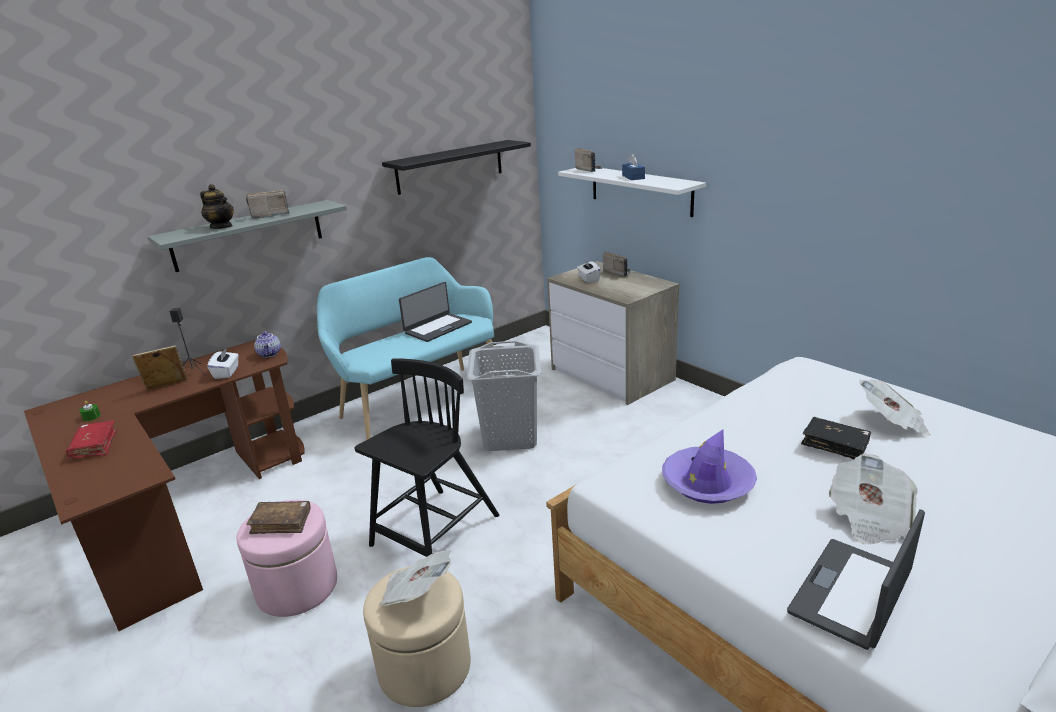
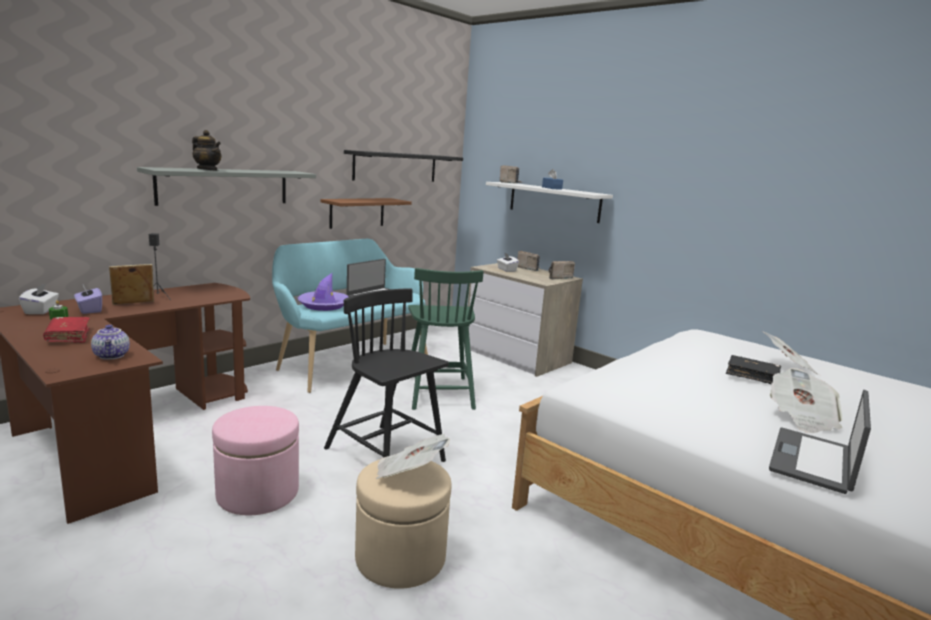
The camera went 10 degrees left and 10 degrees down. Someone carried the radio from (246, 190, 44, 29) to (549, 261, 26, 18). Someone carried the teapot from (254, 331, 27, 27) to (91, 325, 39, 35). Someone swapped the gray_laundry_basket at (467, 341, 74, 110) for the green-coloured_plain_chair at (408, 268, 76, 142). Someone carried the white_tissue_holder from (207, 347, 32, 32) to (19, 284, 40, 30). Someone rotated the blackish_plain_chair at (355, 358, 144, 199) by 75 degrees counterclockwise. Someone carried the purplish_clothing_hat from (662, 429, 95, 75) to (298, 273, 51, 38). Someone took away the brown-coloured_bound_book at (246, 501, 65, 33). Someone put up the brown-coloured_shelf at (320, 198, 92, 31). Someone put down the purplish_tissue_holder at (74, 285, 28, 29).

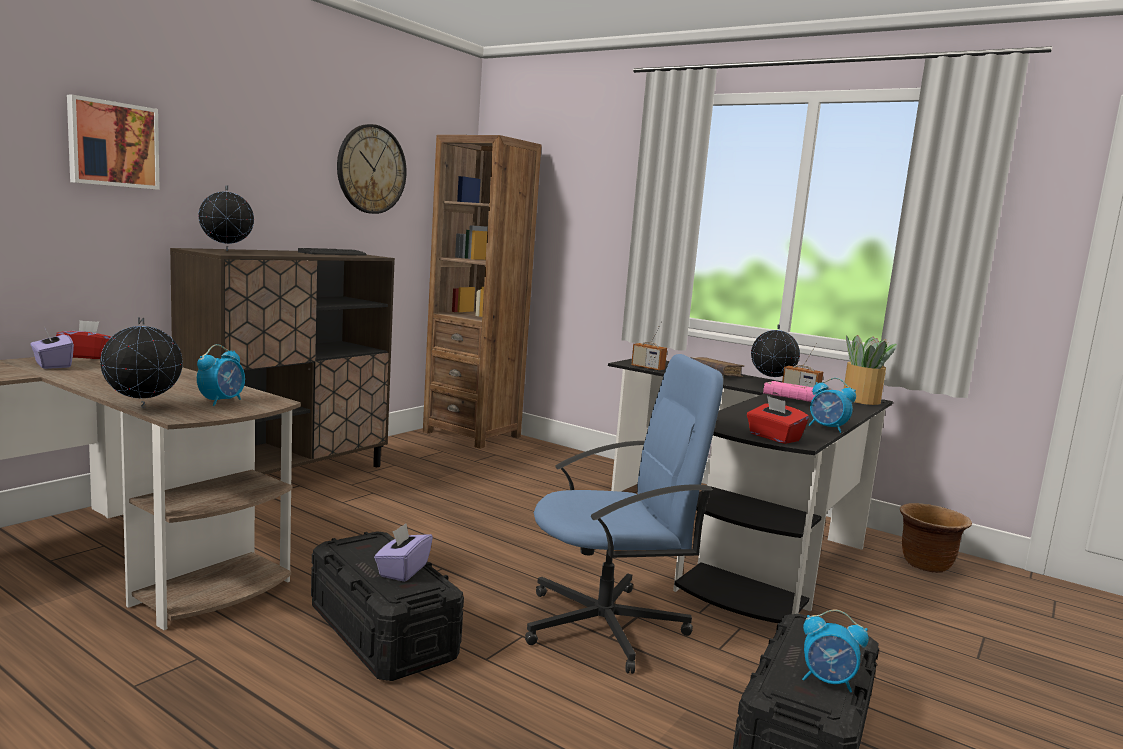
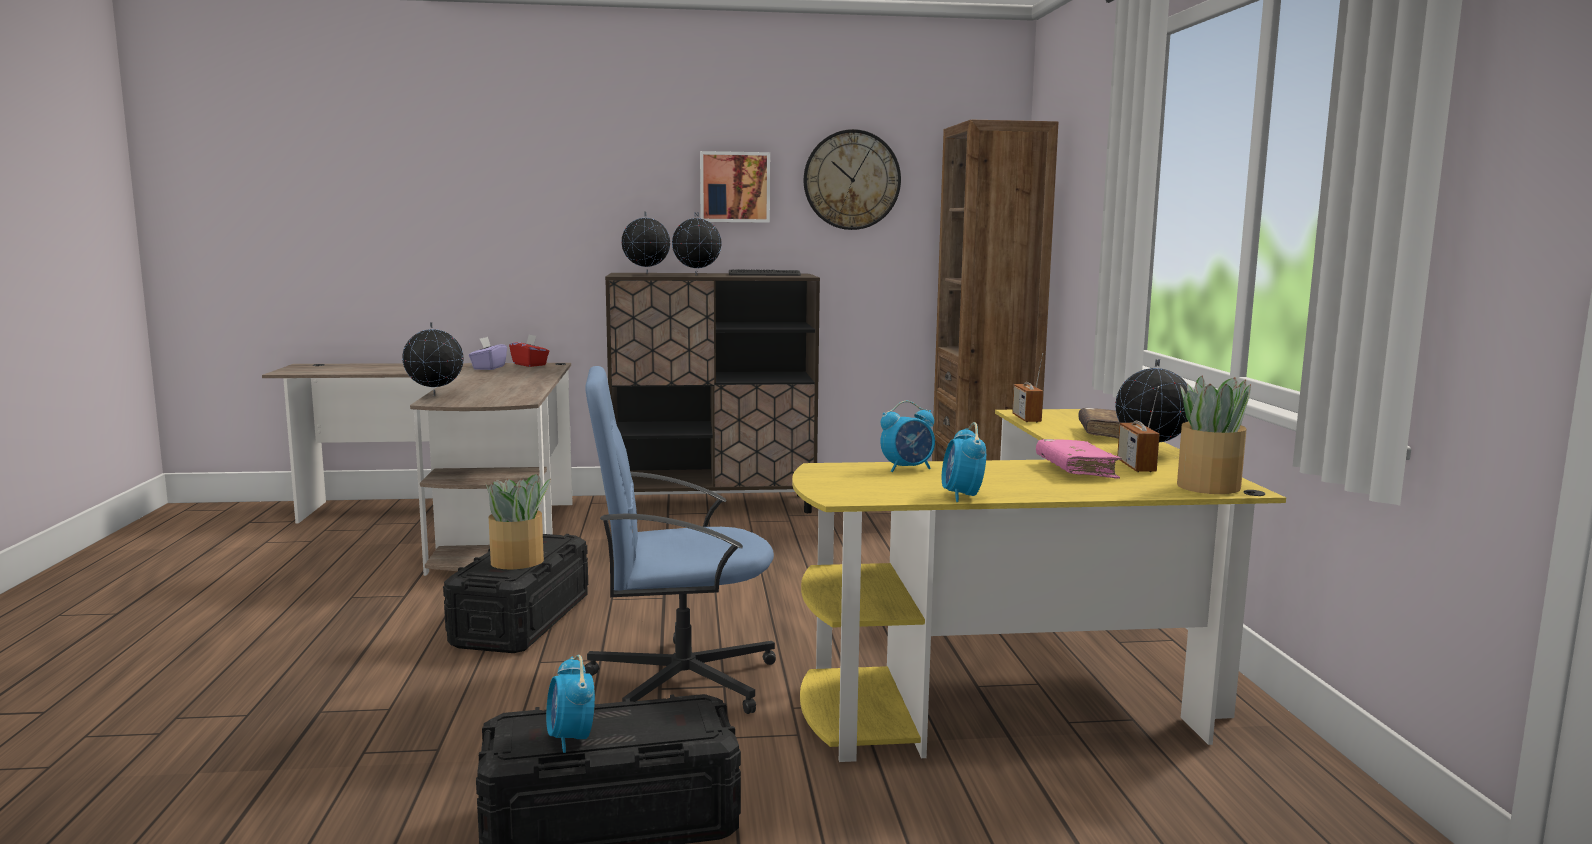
The camera went 50 degrees right and 0 degrees up. Someone carried the picture from (67, 94, 93, 96) to (700, 151, 70, 72). Someone carried the alarm_clock from (197, 344, 48, 62) to (880, 401, 55, 71). Someone rotated the blue_desk_chair at (525, 354, 198, 320) by 135 degrees clockwise. Someone repainted the blackish_desk_table at (608, 359, 285, 264), which became the yellow_desk_table at (792, 409, 494, 353). Someone took away the red_tissue_holder at (747, 396, 62, 48). Someone took away the brown-coloured_plant_pot at (900, 503, 72, 70). Someone swapped the purplish_tissue_holder at (374, 523, 59, 59) for the houseplant at (485, 474, 66, 95). Someone put down the world_globe at (672, 212, 50, 64).

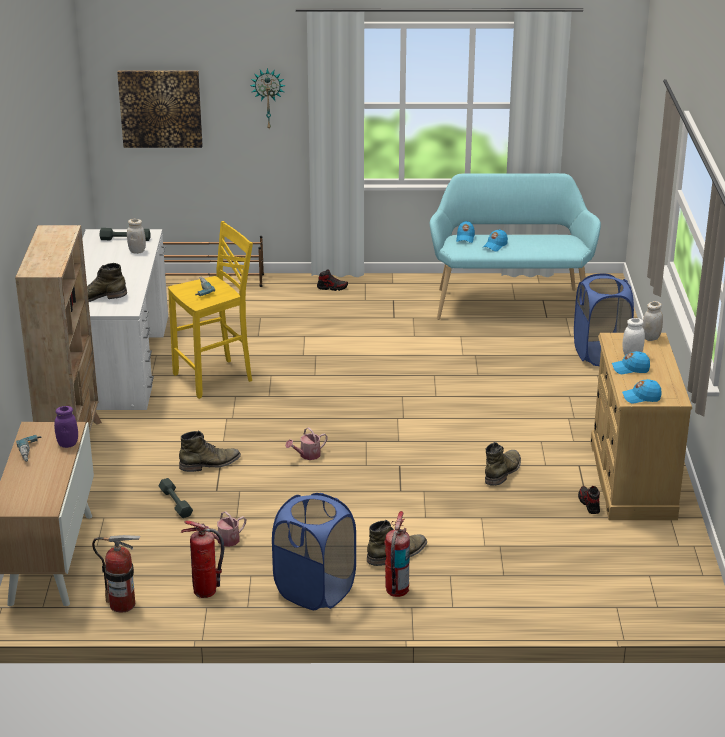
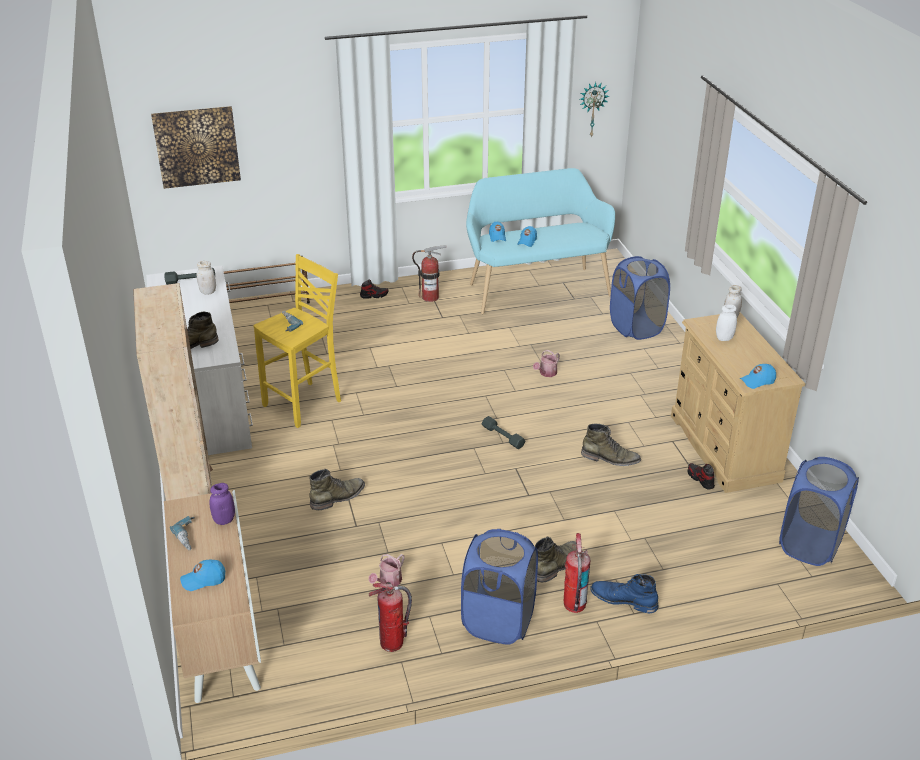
The camera went 15 degrees left and 5 degrees up. Someone carried the clock_on_the_wall from (250, 68, 36, 60) to (580, 82, 29, 56). Someone carried the blue_peaked_cap from (612, 351, 38, 23) to (180, 559, 45, 32). Someone carried the watering_can from (285, 427, 43, 33) to (533, 350, 27, 27). Someone rotated the green-coloured_tall_boot at (485, 442, 36, 44) by 90 degrees clockwise. Someone carried the gray_hand_weight from (158, 478, 35, 40) to (482, 416, 43, 33). Someone carried the fire_extinguisher from (92, 535, 49, 77) to (412, 245, 35, 57). Someone put down the blue_laundry_basket at (779, 457, 80, 109). Someone put down the blue_tall_boot at (590, 574, 69, 39).

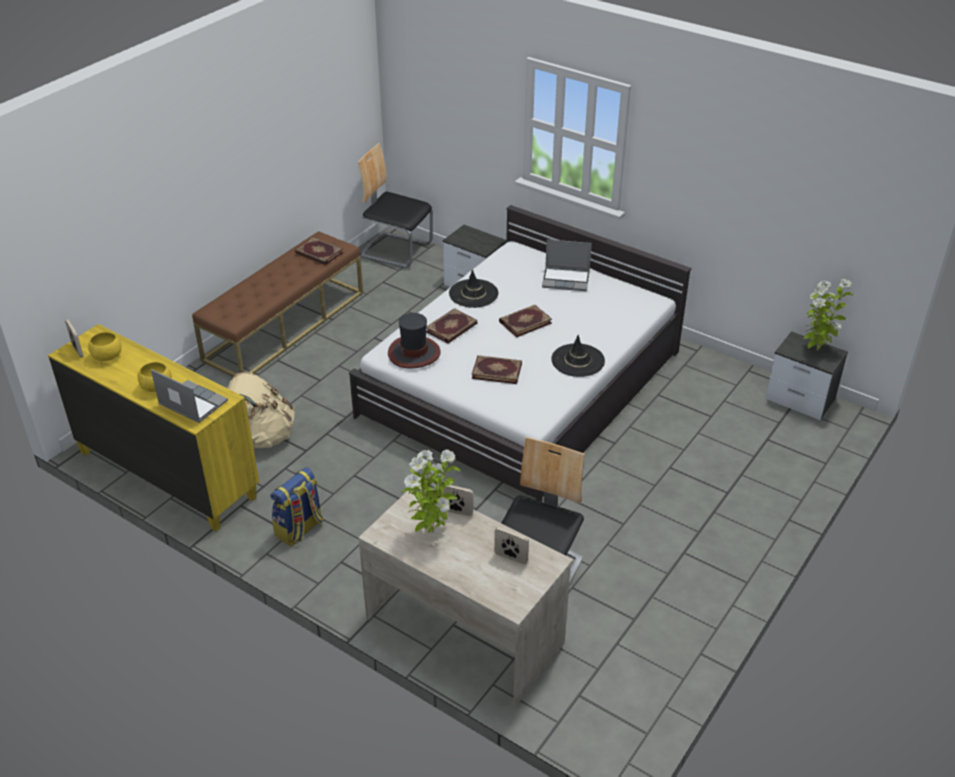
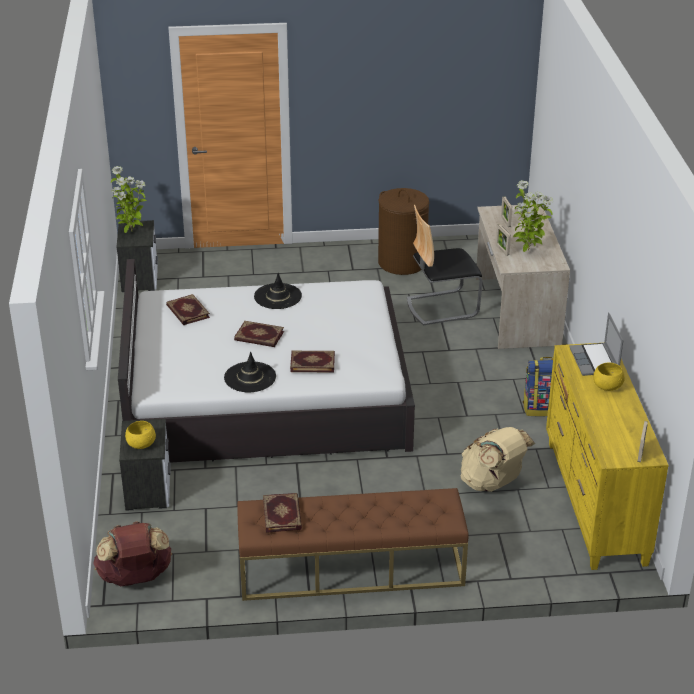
The camera went 130 degrees left and 5 degrees down. Someone swapped the plain_chair at (358, 143, 75, 125) for the brown-coloured_knapsack at (93, 521, 79, 65). Someone took away the notebook_computer at (542, 239, 50, 52). Someone took away the clothing_hat at (388, 313, 53, 56). Someone carried the yellow_bowl from (88, 332, 34, 29) to (125, 421, 31, 28). Someone carried the bound_book from (472, 355, 50, 29) to (166, 294, 44, 31). Someone put down the brown-coloured_laundry_basket at (378, 188, 51, 87).

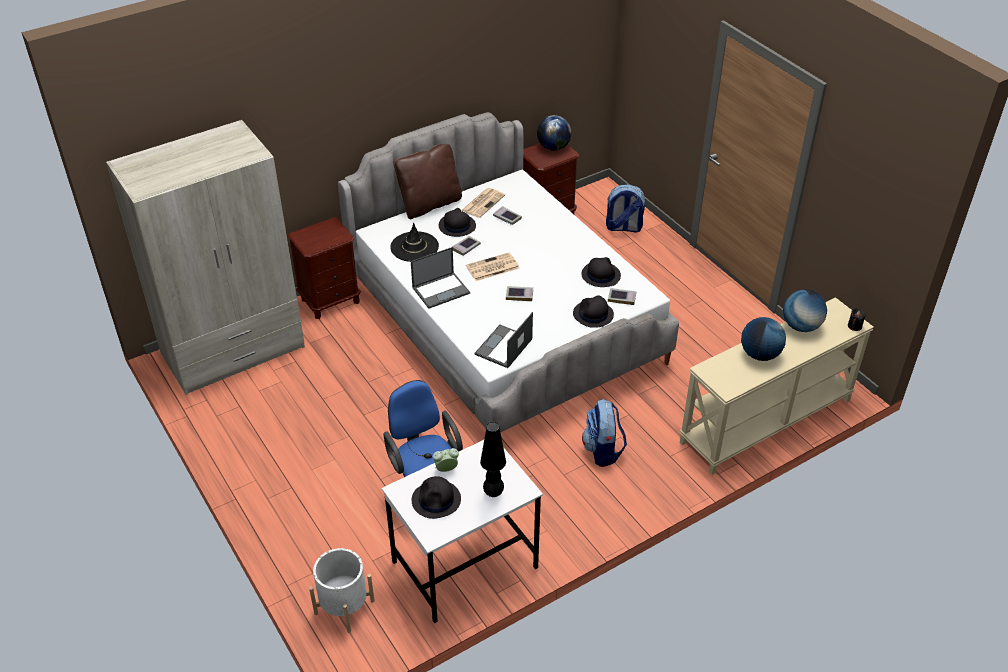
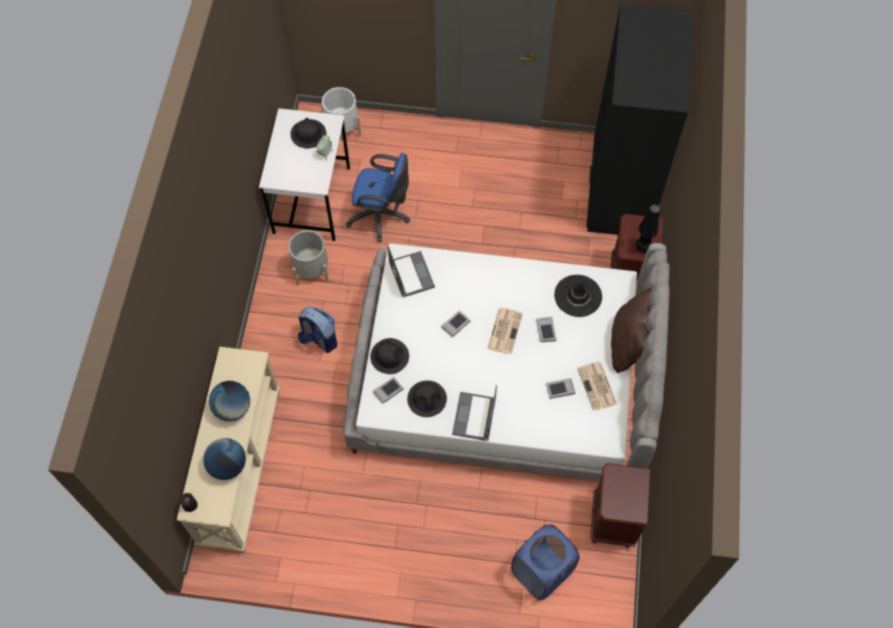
The camera went 130 degrees right and 20 degrees up. Someone took away the world_globe at (537, 115, 35, 36). Someone repainted the sand-coloured_wardrobe at (106, 120, 199, 275), which became the blackish_wardrobe at (586, 4, 106, 231). Someone swapped the knapsack at (606, 184, 39, 49) for the blue_laundry_basket at (511, 525, 69, 75). Someone took away the blackish_clothing_hat at (439, 208, 37, 29). Someone carried the notebook_computer from (411, 247, 59, 62) to (452, 385, 45, 56). Someone carried the blackish_tabletop_lamp from (480, 422, 26, 75) to (636, 205, 24, 47). Someone put down the gray_plant_pot at (288, 230, 41, 56).

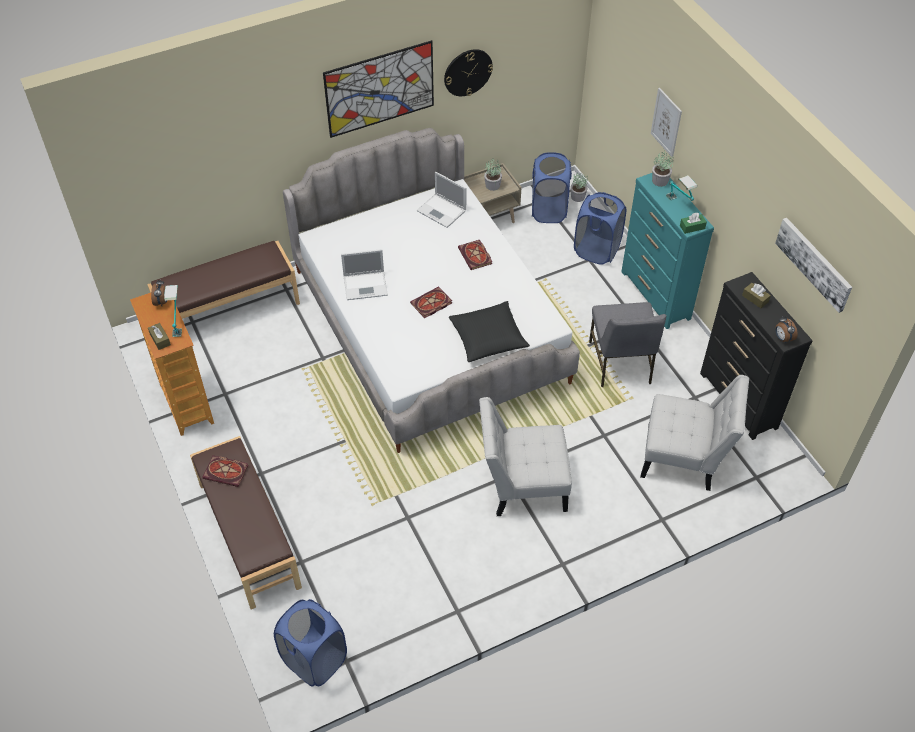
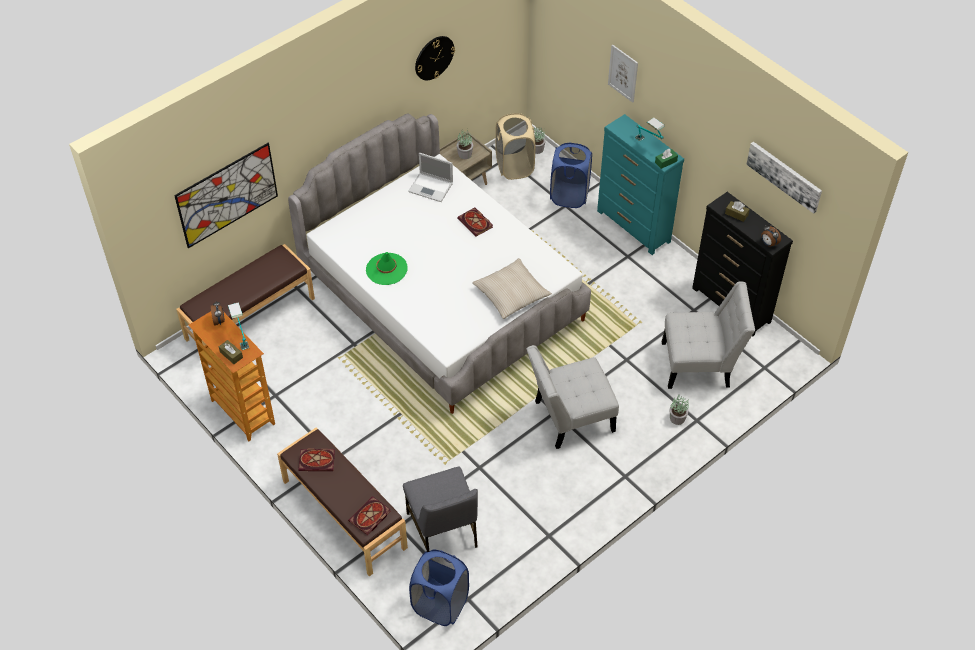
The camera went 15 degrees left and 0 degrees up. Someone carried the picture from (323, 40, 111, 98) to (174, 143, 104, 105). Someone carried the houseplant from (652, 150, 21, 37) to (670, 395, 19, 30). Someone repainted the blue_laundry_basket at (532, 152, 40, 71), which became the sand-coloured_laundry_basket at (495, 113, 40, 67). Someone swapped the notebook_computer at (341, 249, 47, 51) for the green-coloured_clothing_hat at (366, 252, 42, 33). Someone carried the bound_book from (410, 286, 42, 32) to (348, 496, 43, 39). Someone repainted the blackish_pillow at (449, 301, 81, 61), which became the sand-coloured_pillow at (472, 258, 80, 61). Someone carried the gray_plain_chair from (589, 302, 78, 85) to (403, 467, 75, 85).

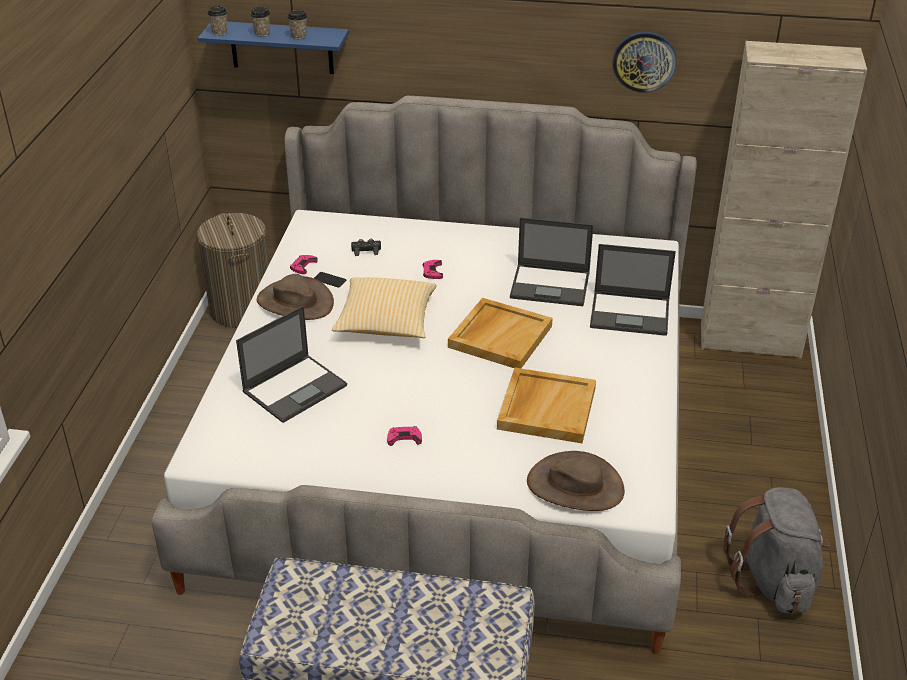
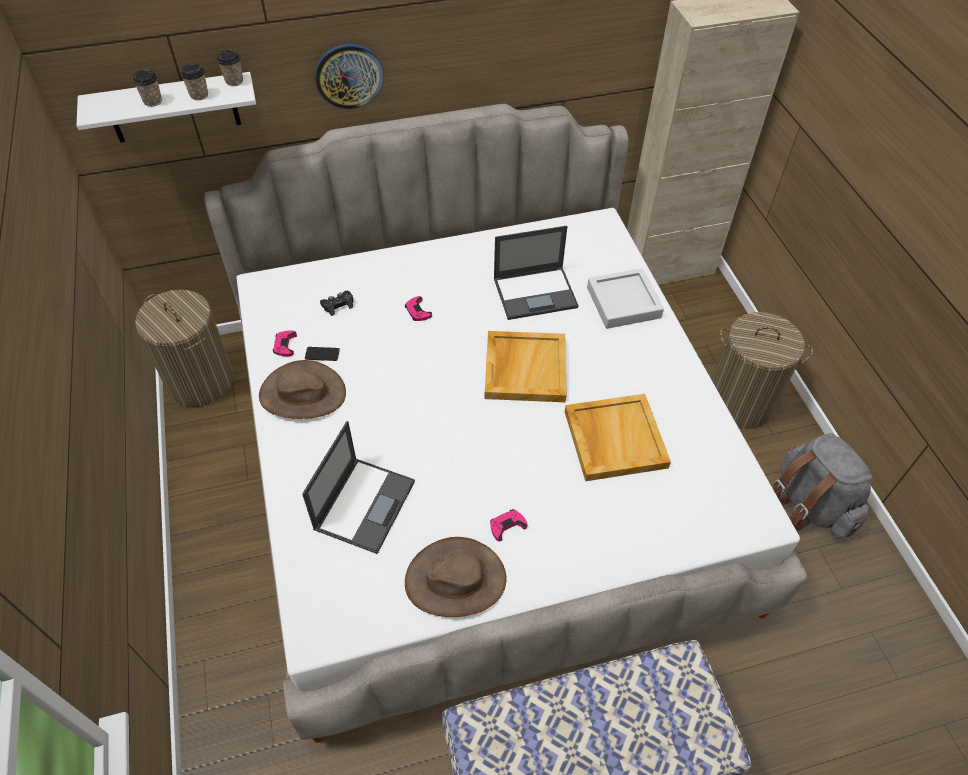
The camera went 25 degrees left and 15 degrees up. Someone carried the small_cup from (207, 6, 20, 29) to (217, 50, 26, 36). Someone repainted the blue_shelf at (198, 22, 151, 52), which became the white_shelf at (76, 72, 180, 71). Someone carried the clock_on_the_wall from (613, 31, 63, 62) to (314, 43, 70, 66). Someone swapped the notebook_computer at (590, 244, 86, 92) for the gray_serving_tray at (587, 268, 77, 61). Someone took away the pillow at (332, 277, 105, 61). Someone carried the brown-coloured_clothing_hat from (527, 451, 98, 60) to (405, 537, 102, 80). Someone put down the laundry_basket at (712, 312, 101, 117).

